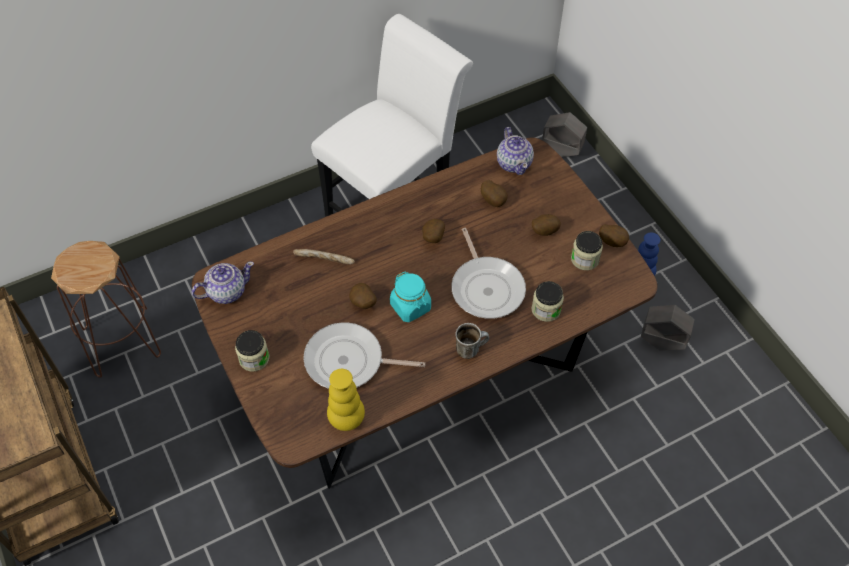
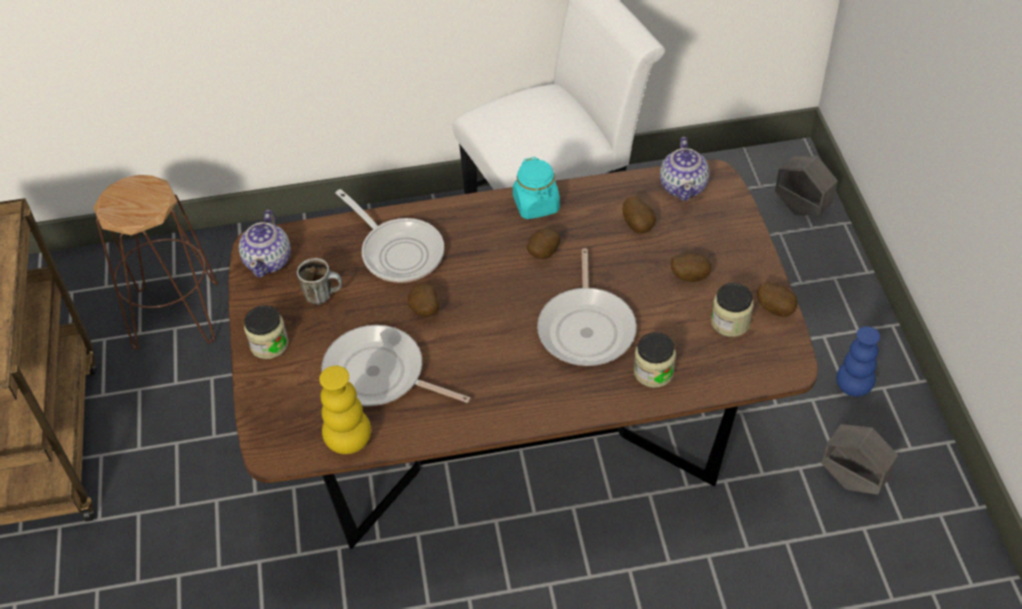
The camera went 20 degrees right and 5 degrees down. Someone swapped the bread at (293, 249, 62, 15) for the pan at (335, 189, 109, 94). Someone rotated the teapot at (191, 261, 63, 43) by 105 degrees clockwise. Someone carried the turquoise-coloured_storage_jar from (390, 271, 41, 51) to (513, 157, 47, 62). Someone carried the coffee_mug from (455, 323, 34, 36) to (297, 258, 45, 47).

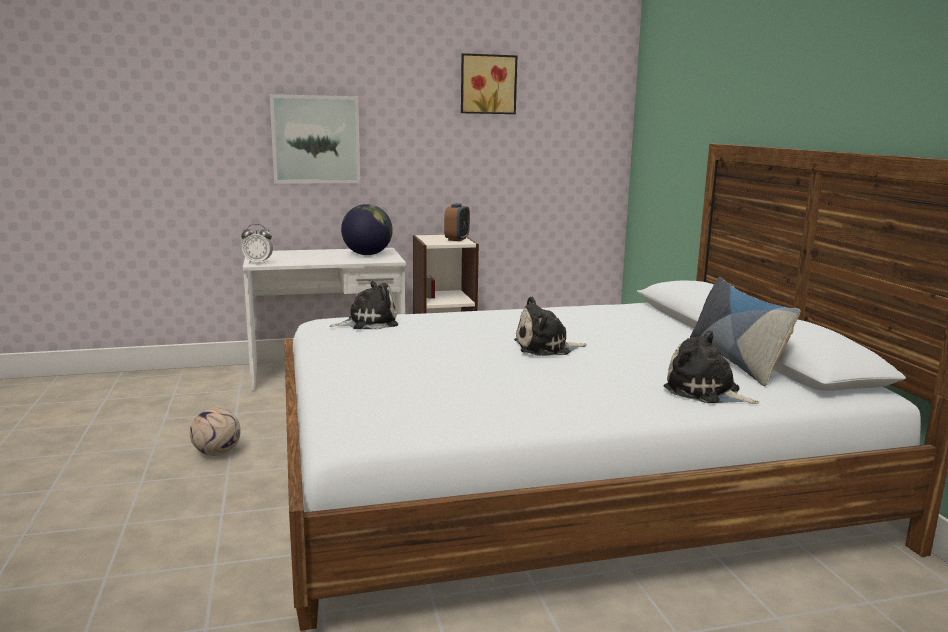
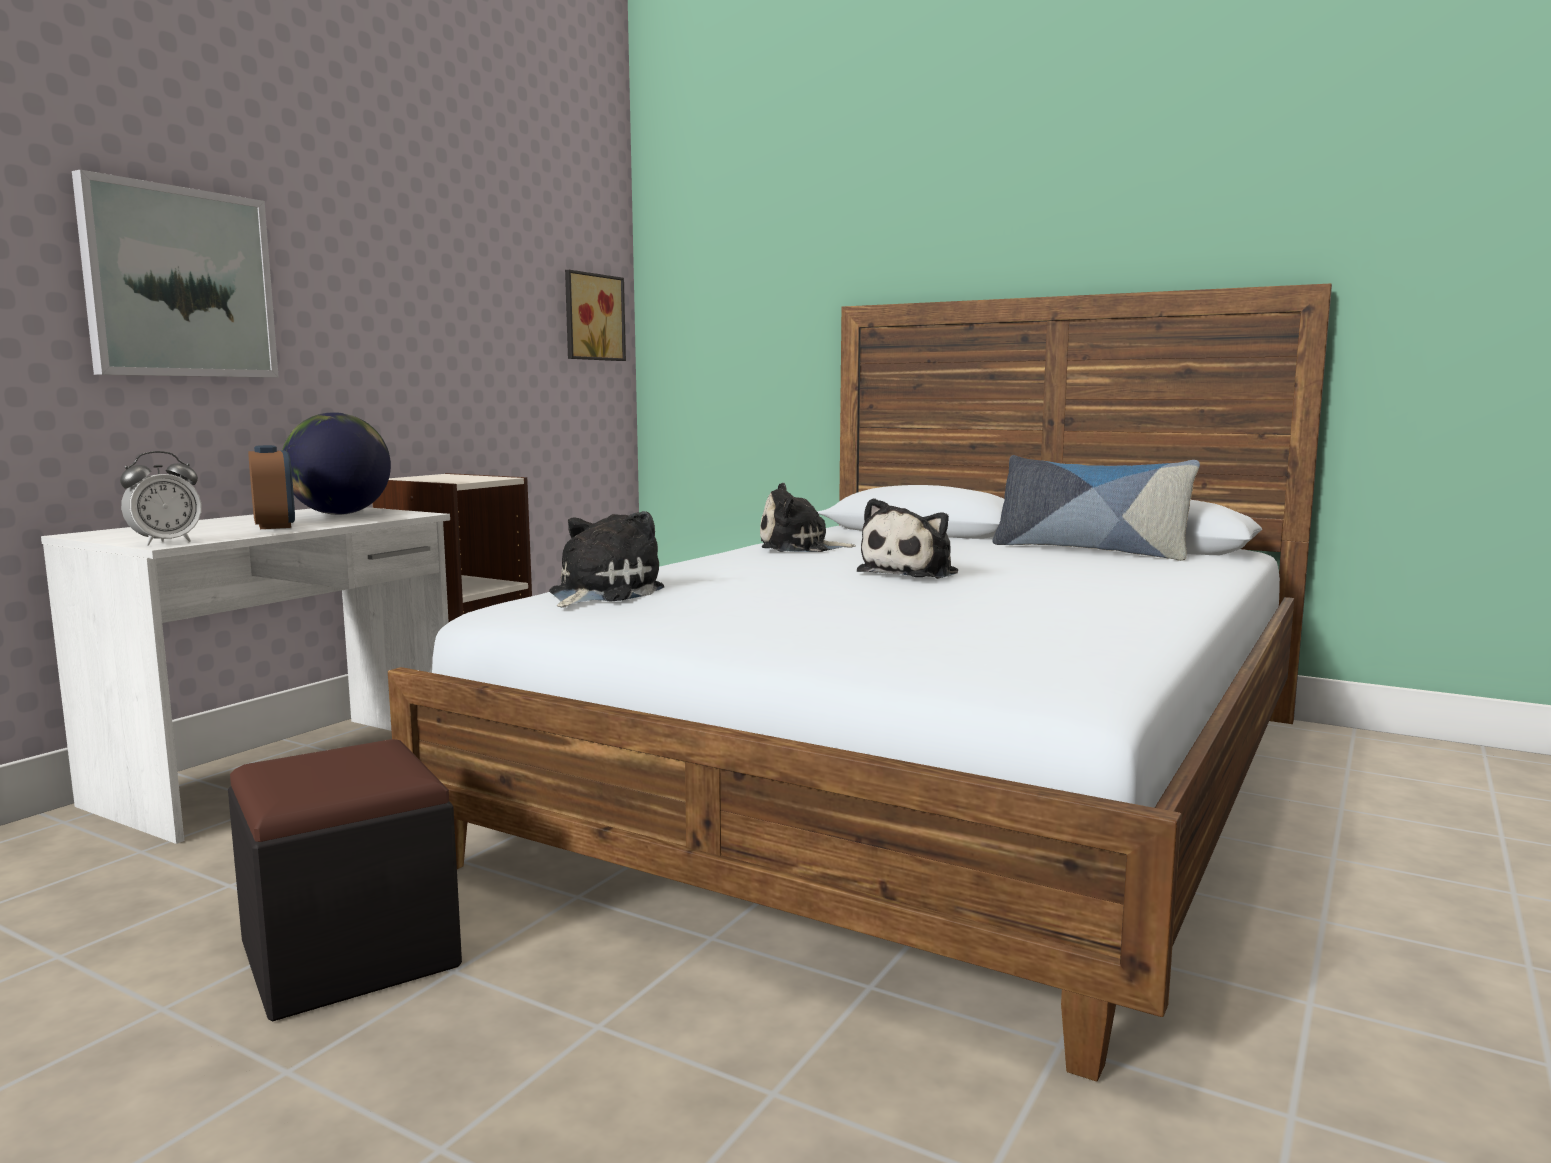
The camera went 45 degrees left and 5 degrees down. Someone carried the picture from (461, 53, 56, 61) to (565, 270, 61, 91). Someone carried the alarm_clock from (444, 203, 26, 38) to (248, 445, 47, 84). Someone carried the soft_toy from (664, 330, 95, 74) to (760, 483, 96, 69). Someone swapped the ball_for_football at (190, 408, 51, 48) for the blackish_ottoman at (228, 739, 234, 282).

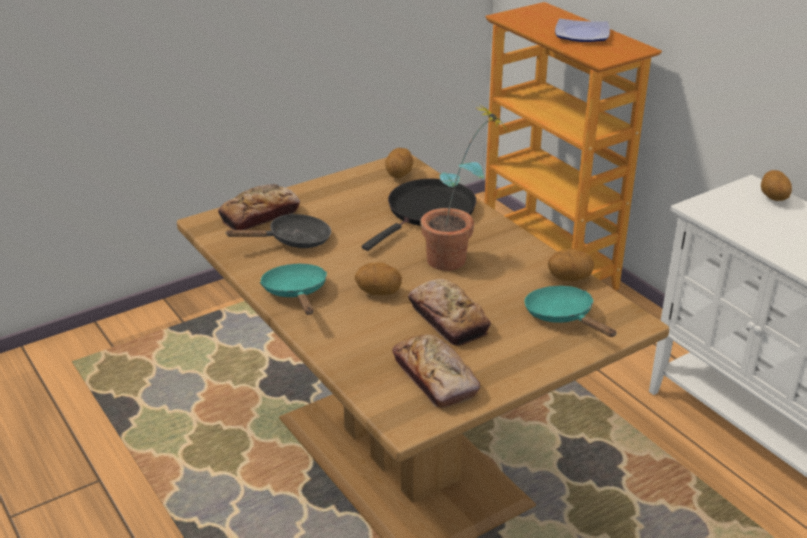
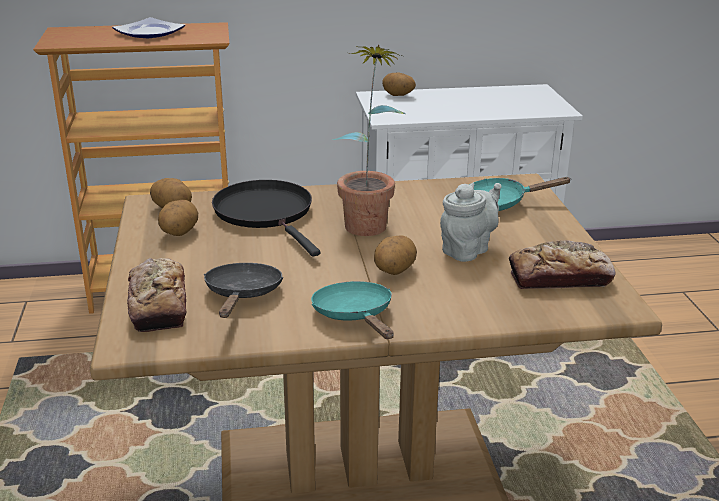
The camera went 65 degrees left and 5 degrees down. Someone carried the whole_potato from (548, 249, 46, 32) to (158, 200, 40, 36). Someone rotated the turquoise-coloured_pan at (260, 264, 67, 51) by 60 degrees clockwise. Someone swapped the bread at (408, 279, 83, 67) for the gray_teapot at (440, 183, 62, 79).

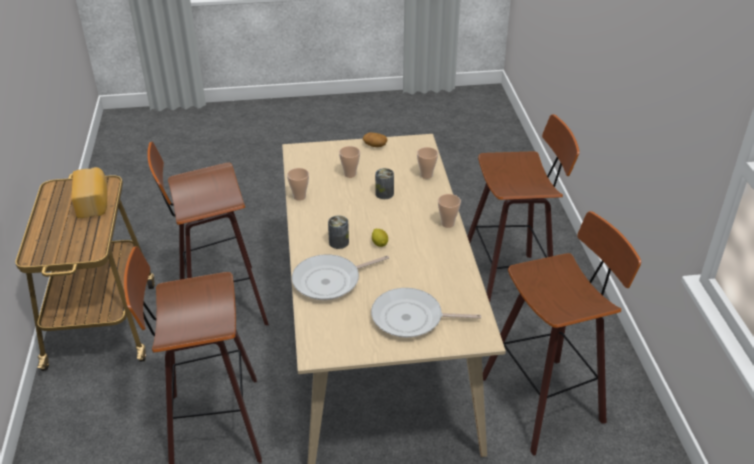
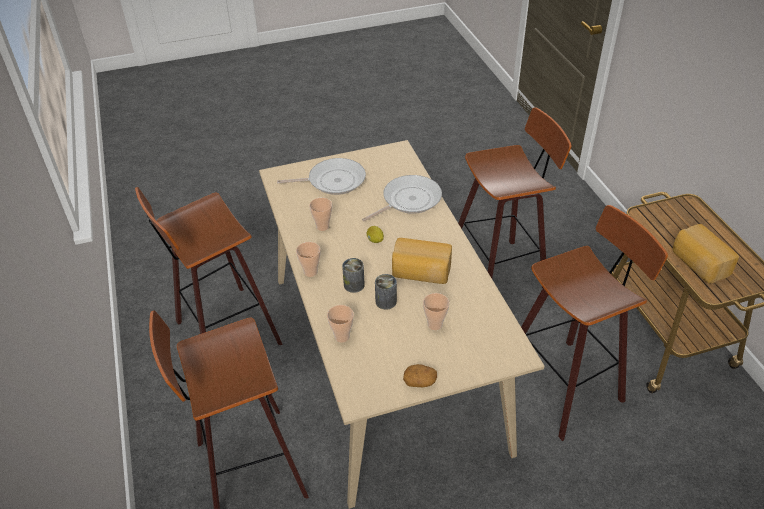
The camera went 170 degrees right and 5 degrees up. Someone carried the small_cup from (287, 168, 22, 33) to (309, 198, 23, 33). Someone carried the can from (328, 216, 21, 33) to (342, 258, 23, 35). Someone put down the bread at (392, 238, 60, 46).

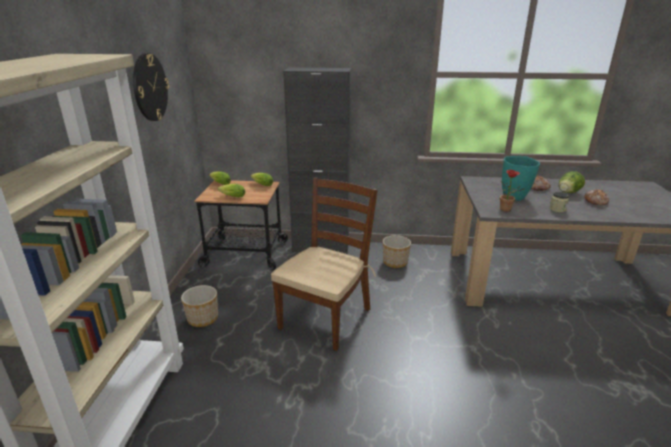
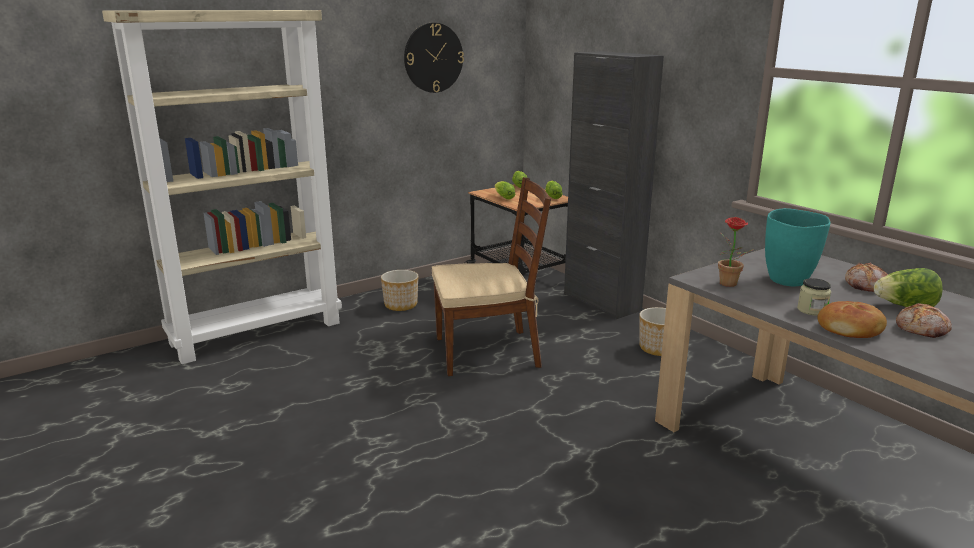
The camera went 50 degrees right and 5 degrees down. Someone put down the bread at (817, 301, 70, 37).

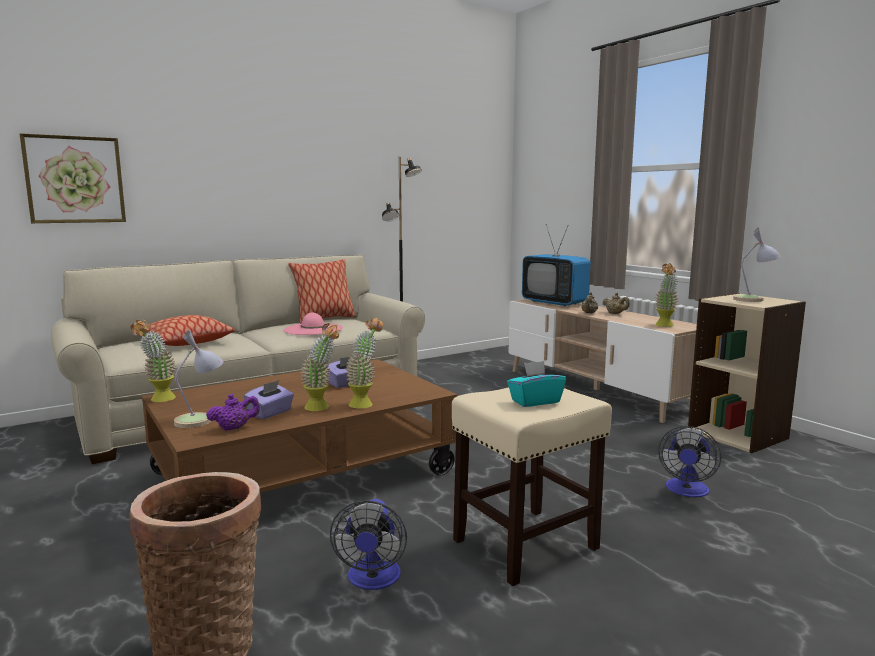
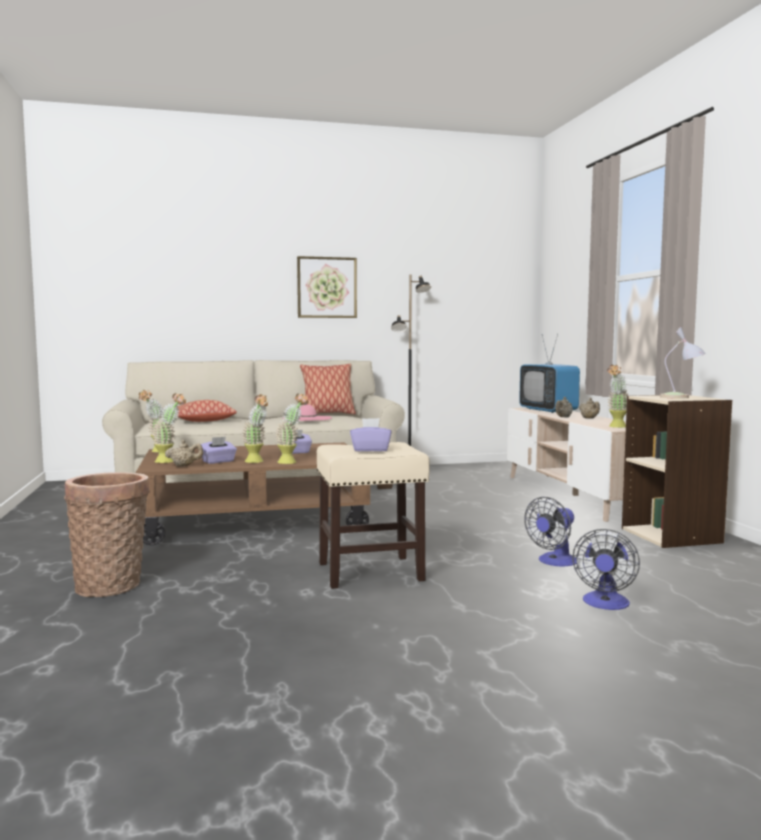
The camera went 20 degrees right and 5 degrees down. Someone carried the picture from (20, 133, 106, 90) to (297, 256, 60, 62). Someone swapped the tabletop_lamp at (174, 330, 49, 98) for the houseplant at (152, 393, 34, 70). Someone repainted the turquoise-coloured_tissue_holder at (507, 361, 59, 46), which became the purplish_tissue_holder at (350, 418, 42, 34). Someone repainted the purplish_teapot at (206, 394, 54, 37), which became the sand-coloured_teapot at (165, 440, 39, 27). Someone carried the fan from (330, 499, 77, 91) to (572, 529, 68, 81).

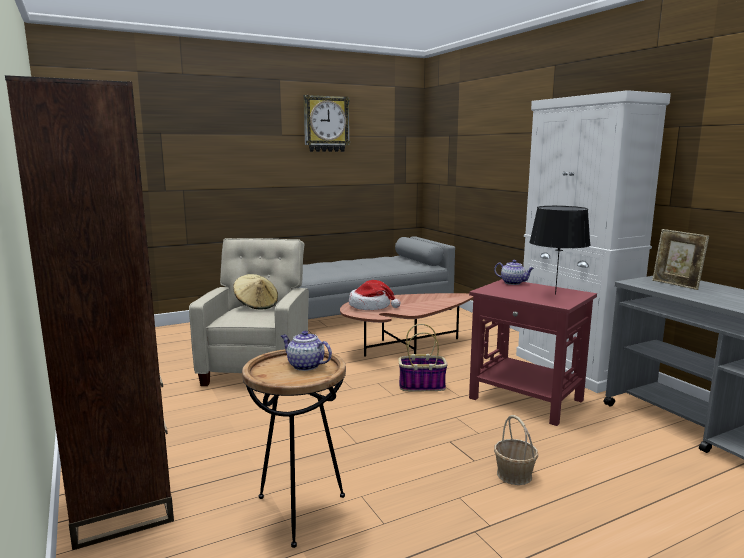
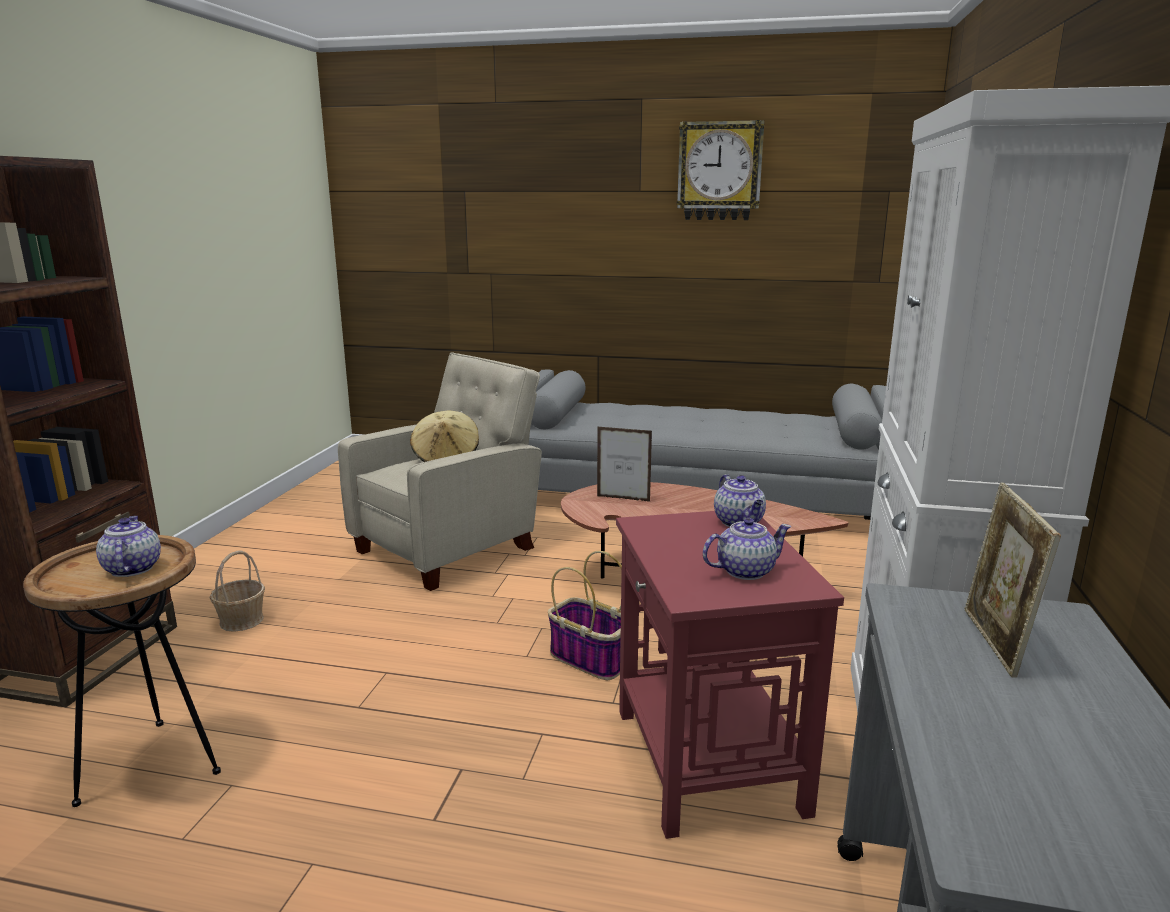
The camera went 40 degrees right and 5 degrees up. Someone swapped the blackish_tabletop_lamp at (530, 206, 61, 88) for the teapot at (703, 518, 88, 62). Someone swapped the clothing_hat at (349, 280, 52, 30) for the standing_frame at (597, 427, 55, 75). Someone carried the household_basket from (494, 415, 44, 70) to (210, 550, 55, 82).

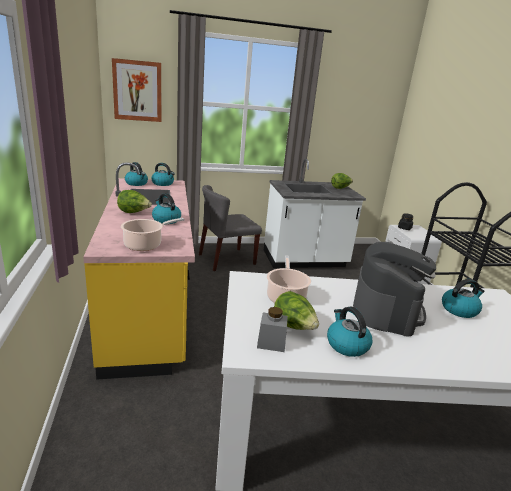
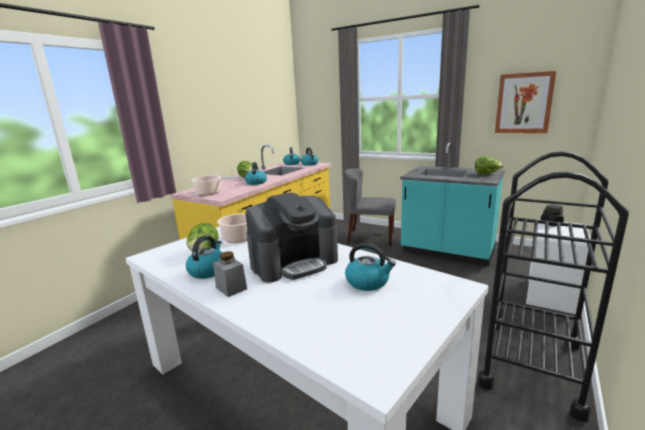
The camera went 45 degrees right and 5 degrees down. Someone carried the picture from (112, 58, 50, 64) to (495, 71, 61, 62). Someone repainted the white_kitchen_base_unit at (264, 159, 102, 109), which became the turquoise-coloured_kitchen_base_unit at (400, 142, 105, 124). Someone carried the gray_storage_jar from (257, 307, 31, 45) to (213, 251, 34, 46).

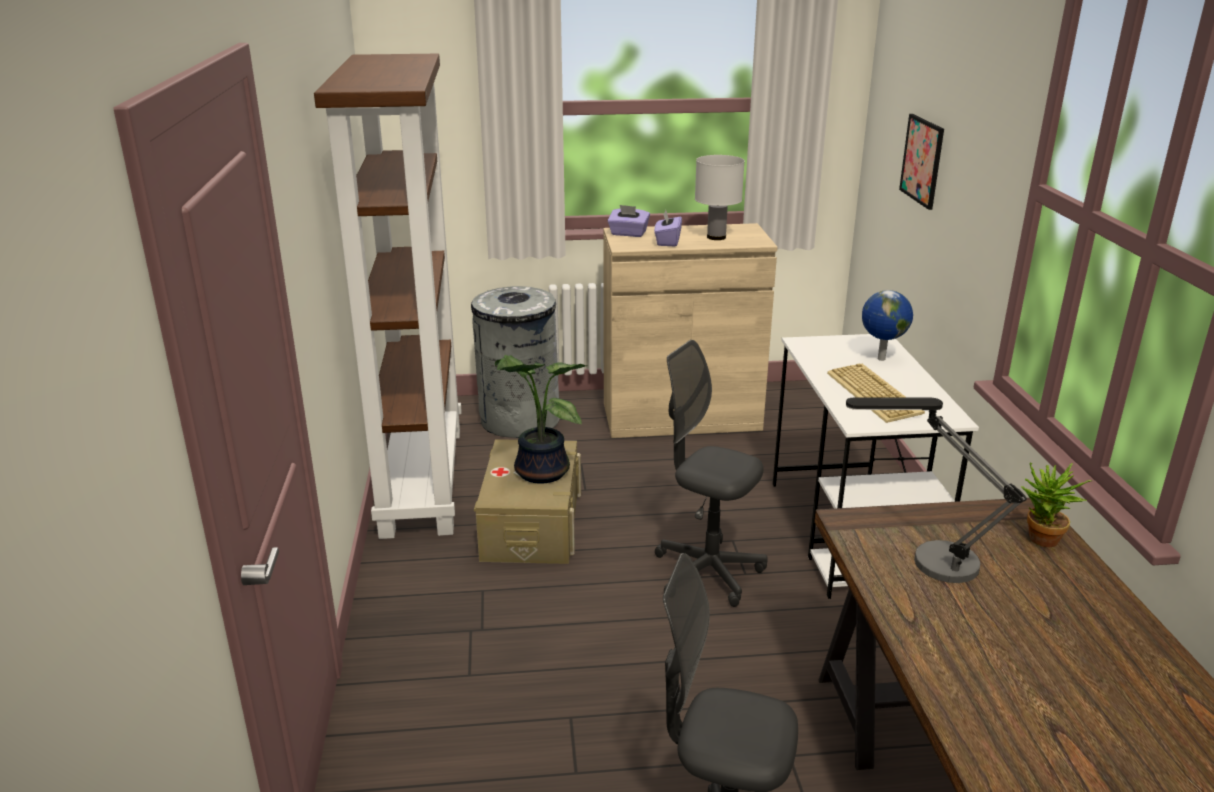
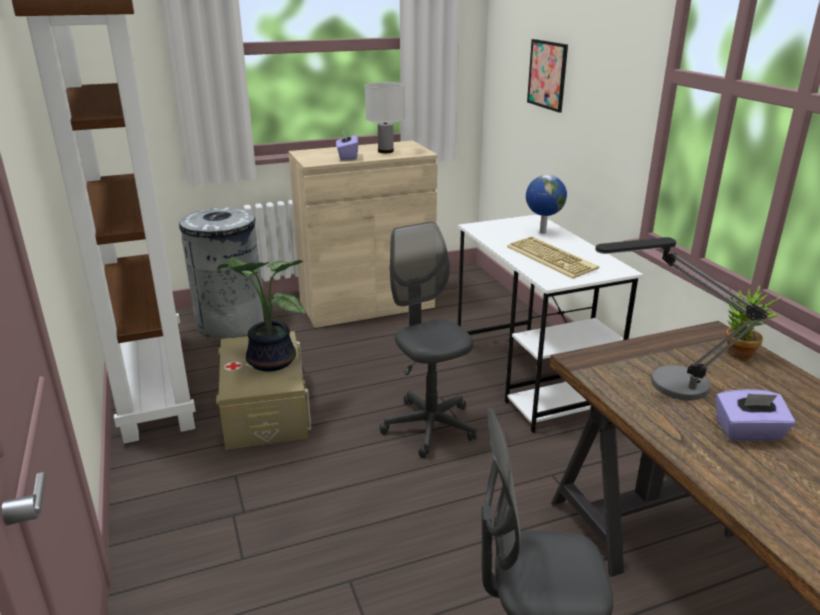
The camera went 15 degrees left and 0 degrees up. Someone carried the purplish_tissue_holder from (608, 205, 42, 32) to (716, 389, 79, 52). Someone rotated the gray_desk_chair at (655, 340, 113, 267) by 45 degrees clockwise.

